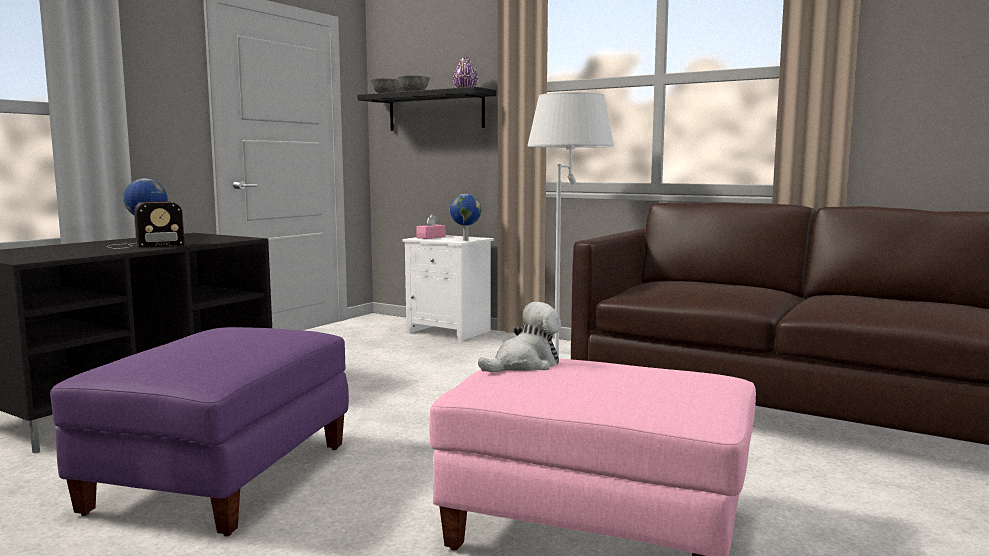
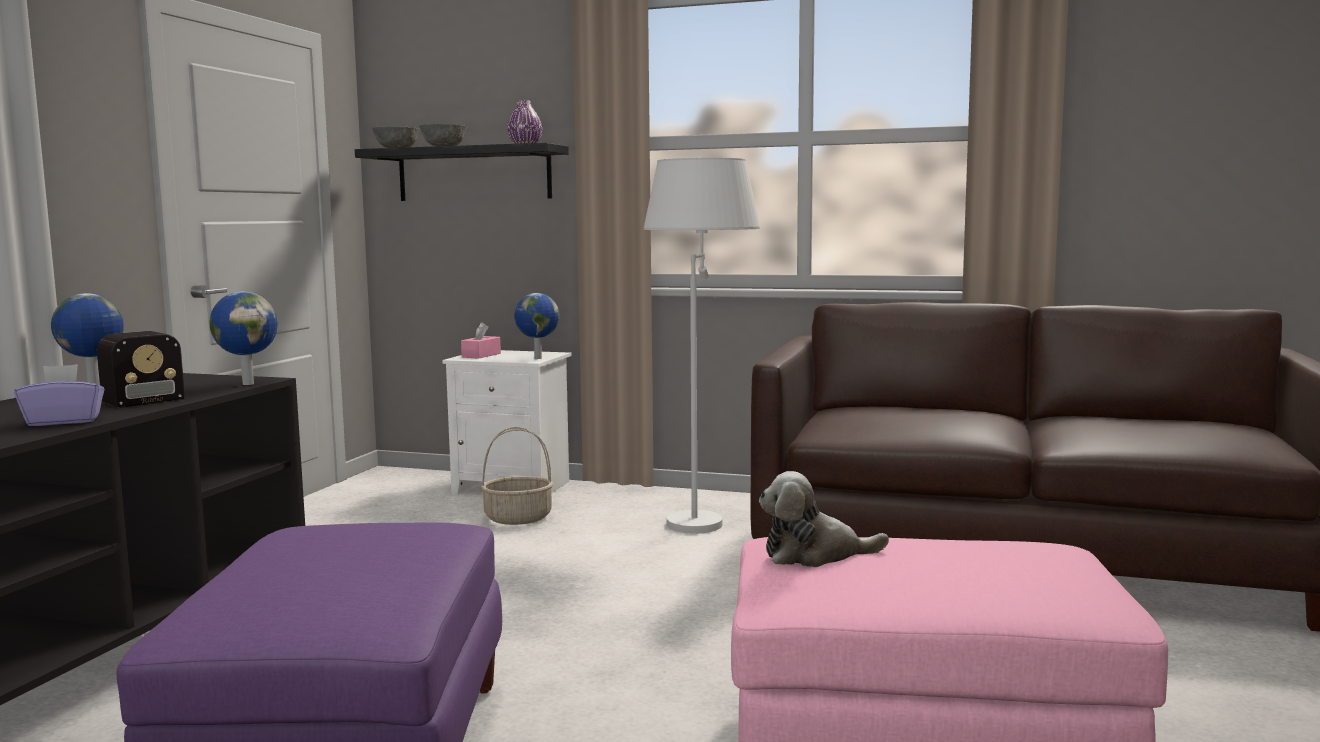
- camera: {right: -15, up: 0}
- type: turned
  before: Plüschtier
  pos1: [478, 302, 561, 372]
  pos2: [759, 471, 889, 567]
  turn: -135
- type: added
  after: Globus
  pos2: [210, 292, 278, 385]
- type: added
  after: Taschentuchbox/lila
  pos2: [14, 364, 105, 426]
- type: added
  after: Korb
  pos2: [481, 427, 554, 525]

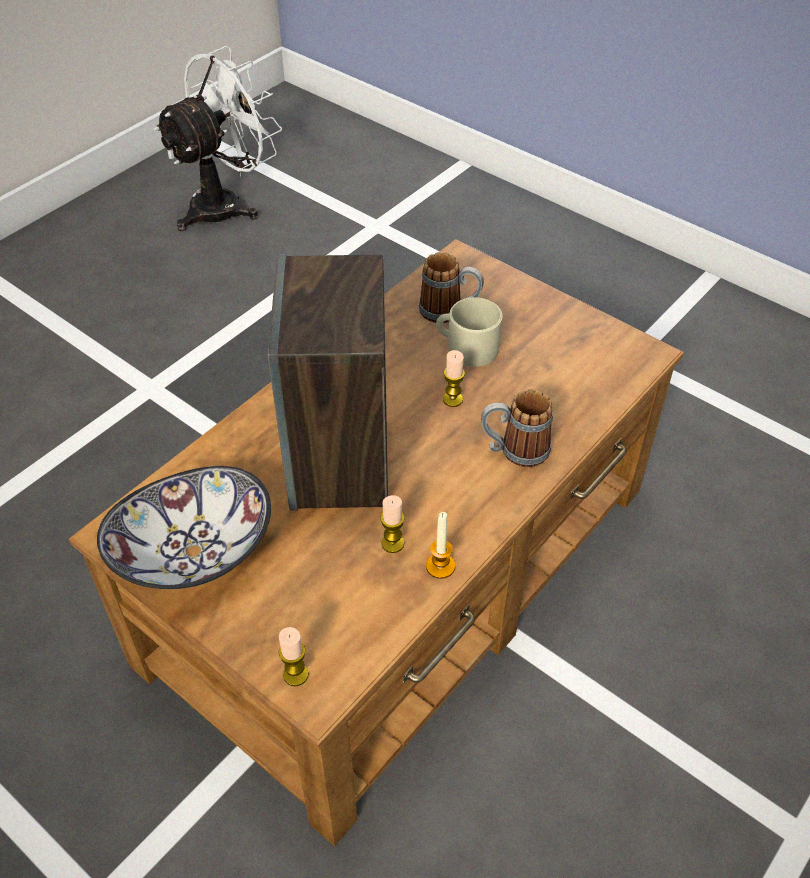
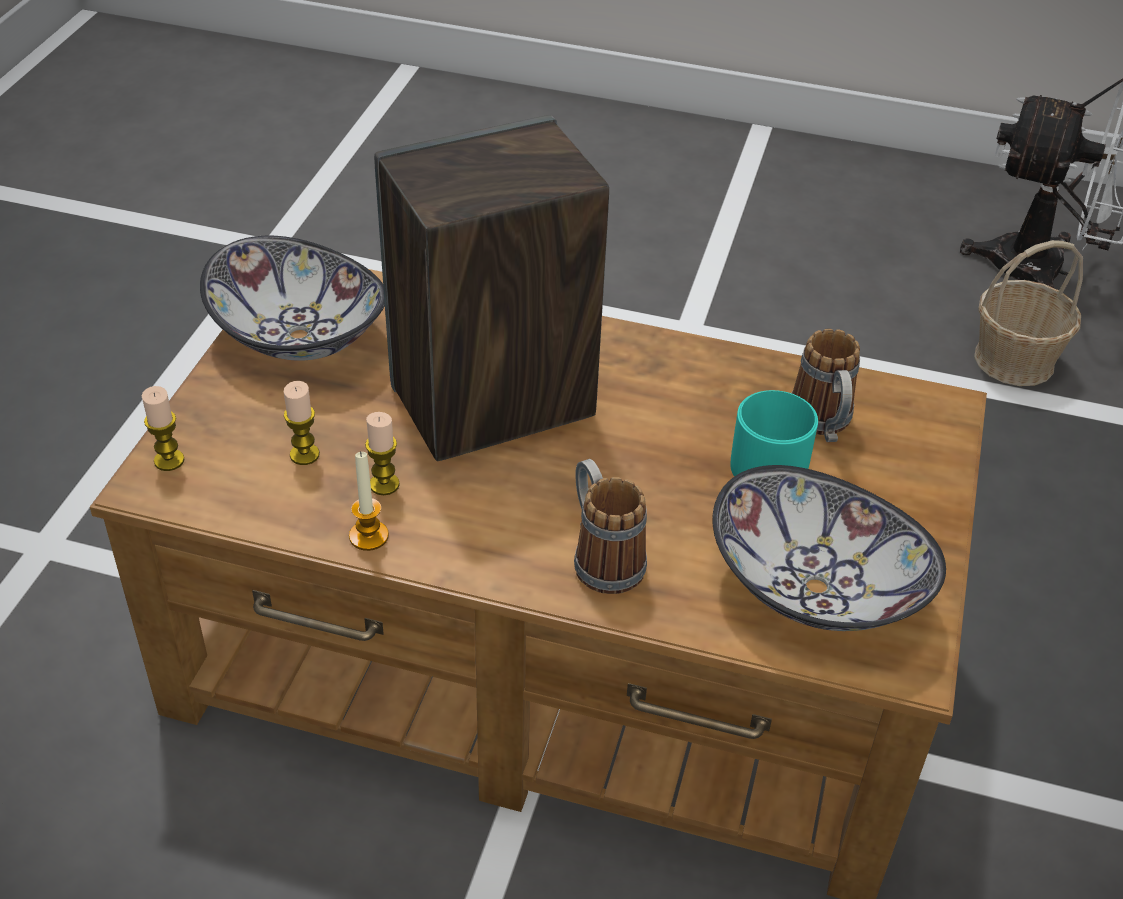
- camera: {right: 65, up: -5}
- type: recoloured
  before: Henkelbecher/beige
  after: Henkelbecher/türkis
  pos1: [436, 297, 502, 367]
  pos2: [731, 390, 818, 476]
- type: moved
  before: Kerze
  pos1: [443, 350, 465, 407]
  pos2: [284, 381, 320, 465]
- type: added
  after: Korb
  pos2: [974, 240, 1083, 386]
- type: added
  after: Schüssel
  pos2: [712, 465, 946, 631]

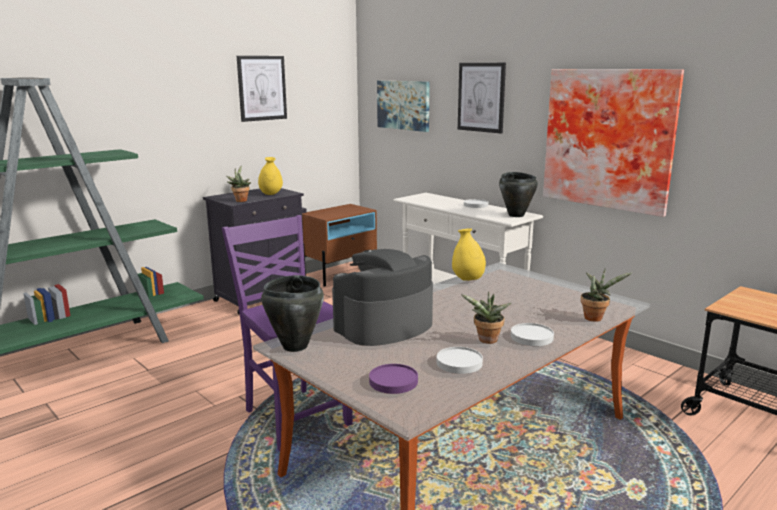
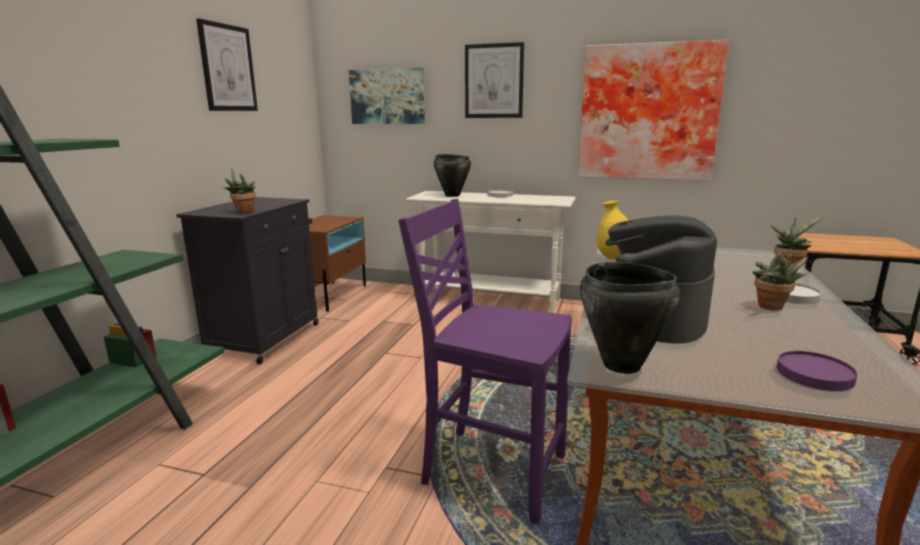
- camera: {right: -30, up: 0}
- type: removed
  before: Vase/gelb
  pos1: [258, 157, 283, 195]
- type: moved
  before: Kochtopf/schwarz
  pos1: [499, 172, 538, 217]
  pos2: [434, 154, 471, 197]
- type: removed
  before: Teller/weiß
  pos1: [437, 347, 483, 374]

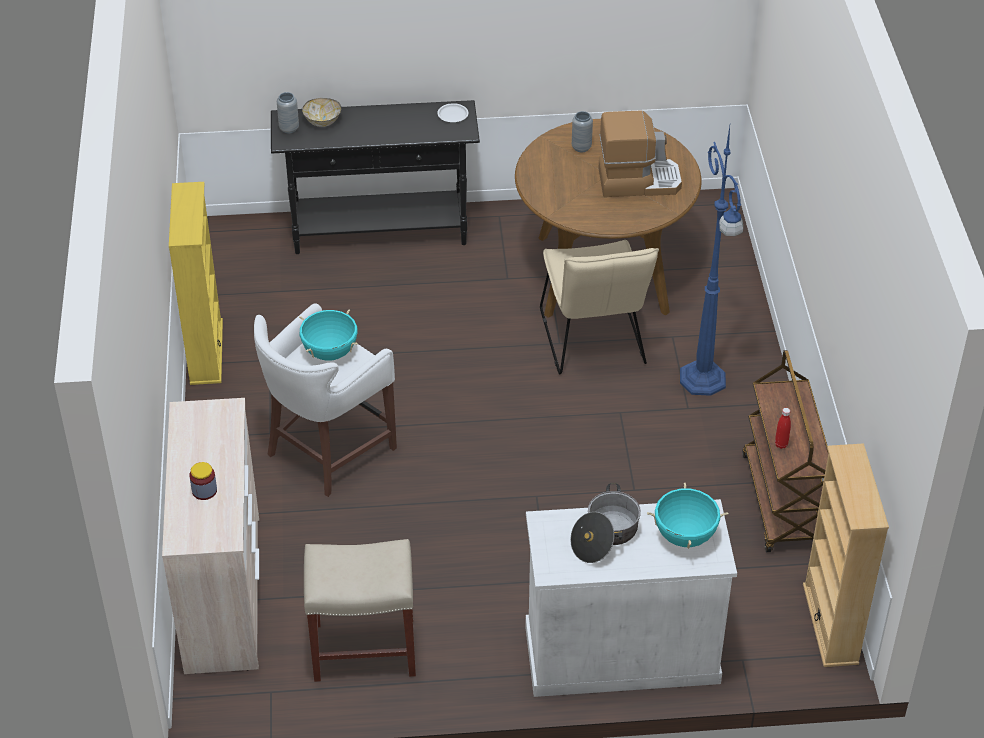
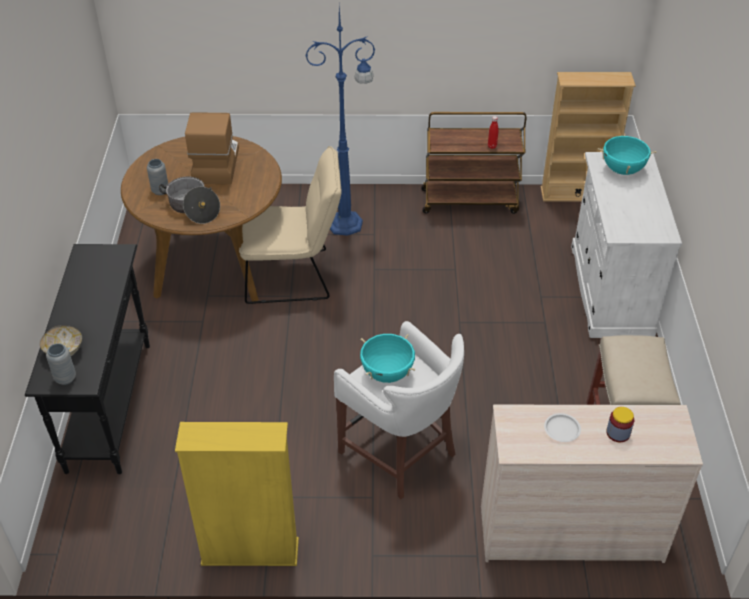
- camera: {right: -85, up: 0}
- type: moved
  before: Teller/weiß
  pos1: [437, 103, 468, 122]
  pos2: [544, 413, 581, 442]
- type: moved
  before: Kochtopf
  pos1: [570, 483, 641, 563]
  pos2: [159, 176, 220, 224]

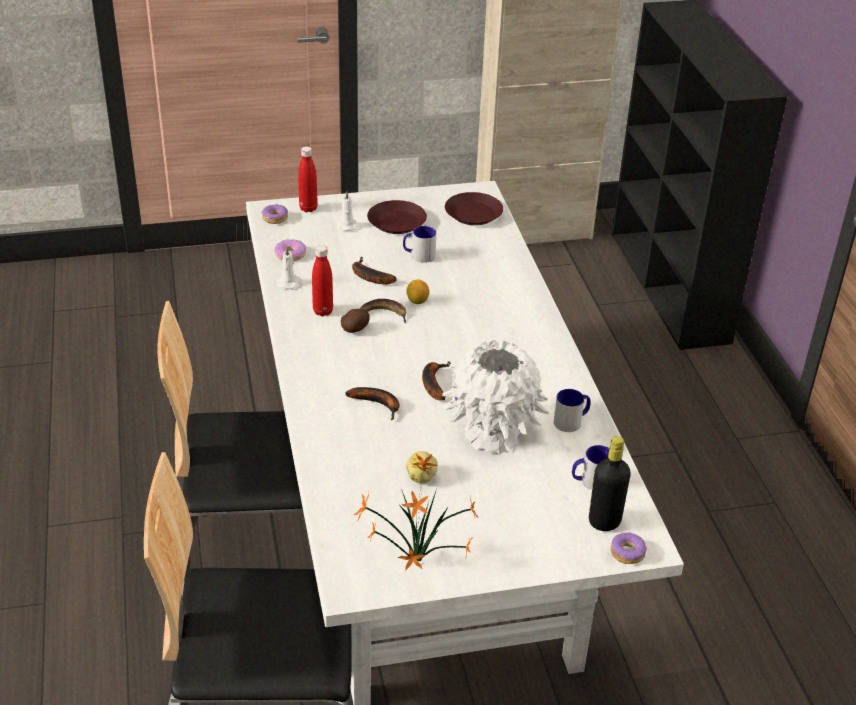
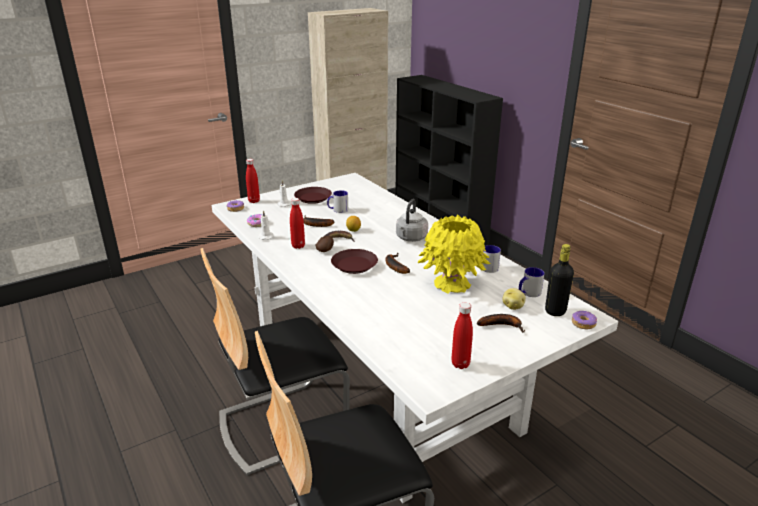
- camera: {right: -20, up: -10}
- type: moved
  before: Teller/braun
  pos1: [445, 192, 503, 225]
  pos2: [331, 249, 378, 274]
- type: recoloured
  before: Vase/weiß
  after: Vase/gelb
  pos1: [442, 340, 549, 455]
  pos2: [418, 215, 491, 294]
- type: moved
  before: Banane
  pos1: [345, 387, 400, 420]
  pos2: [477, 314, 525, 333]
- type: moved
  before: Kartoffel
  pos1: [406, 451, 438, 483]
  pos2: [503, 288, 526, 310]
- type: replaced
  before: Topfpflanze
  after: Flasche/rot
  pos1: [353, 453, 479, 571]
  pos2: [451, 303, 473, 369]
- type: added
  after: Wasserkessel/grau
  pos2: [396, 199, 428, 242]

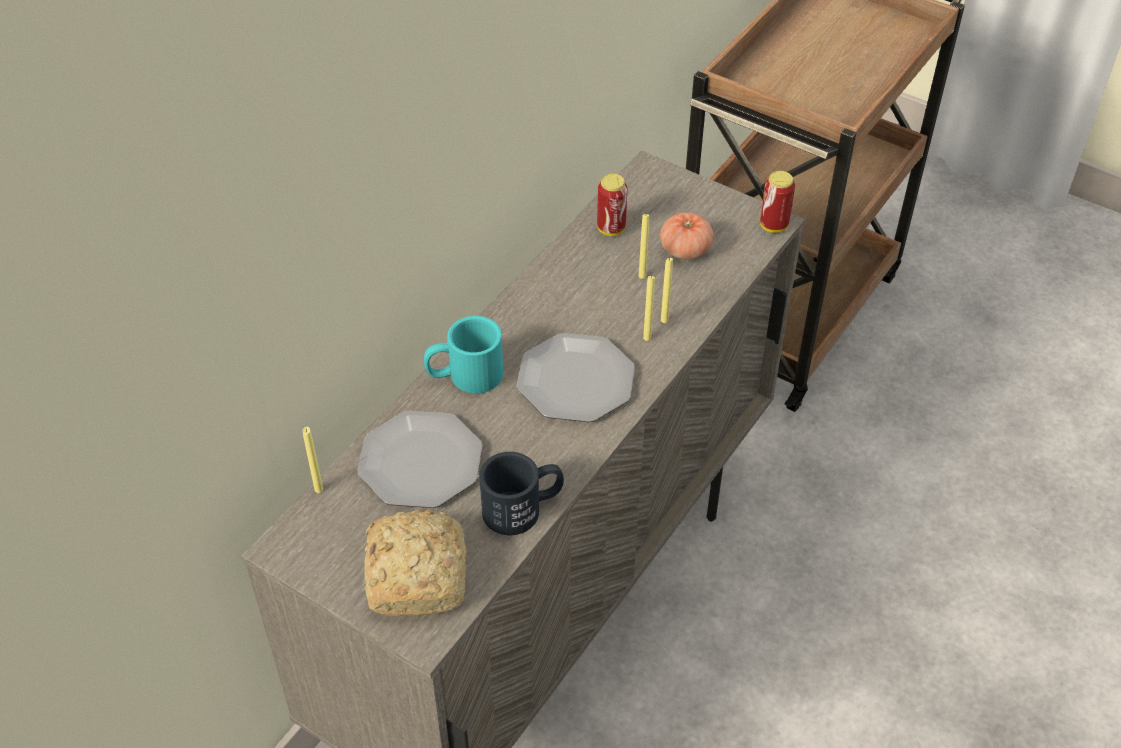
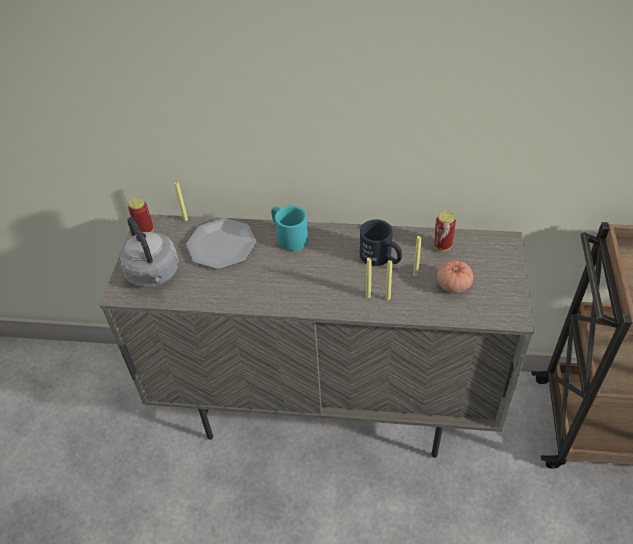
- camera: {right: 65, up: 0}
- type: moved
  before: Dose
  pos1: [760, 171, 795, 233]
  pos2: [128, 198, 154, 232]
- type: removed
  before: Teller
  pos1: [517, 333, 635, 422]
- type: moved
  before: Henkelbecher/schwarz
  pos1: [479, 452, 564, 535]
  pos2: [360, 219, 402, 266]
- type: replaced
  before: Brot
  after: Wasserkessel/grau
  pos1: [364, 509, 467, 616]
  pos2: [119, 217, 179, 288]

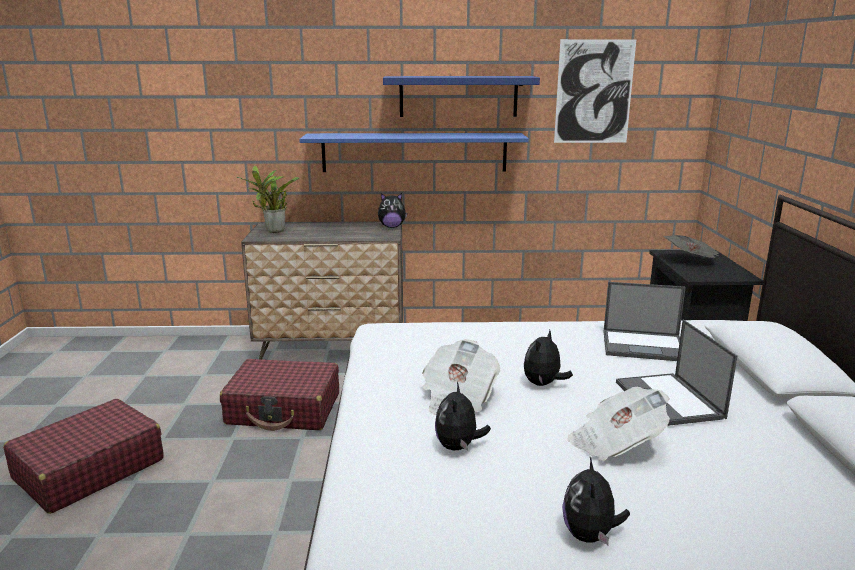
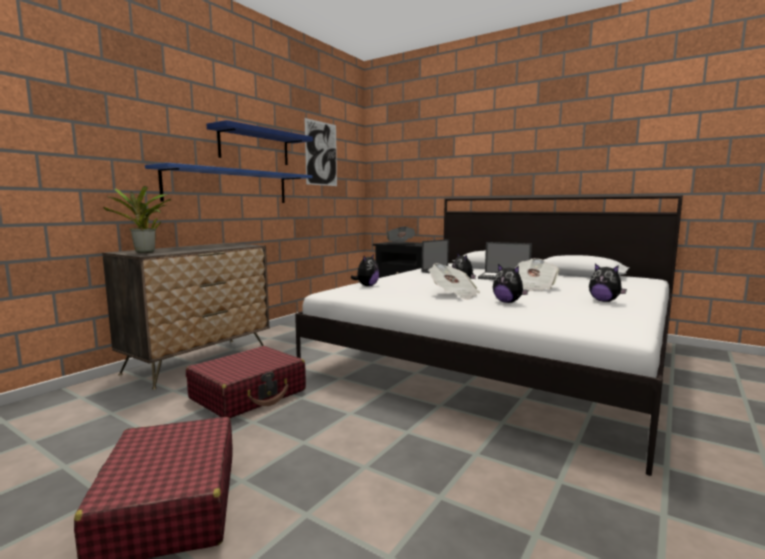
- camera: {right: -55, up: -10}
- type: moved
  before: Plüschtier
  pos1: [378, 193, 407, 228]
  pos2: [351, 254, 379, 286]

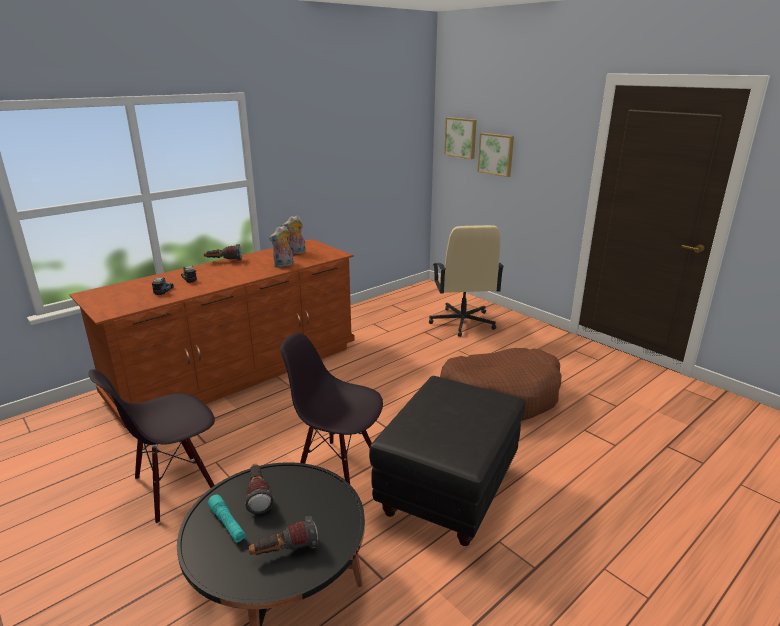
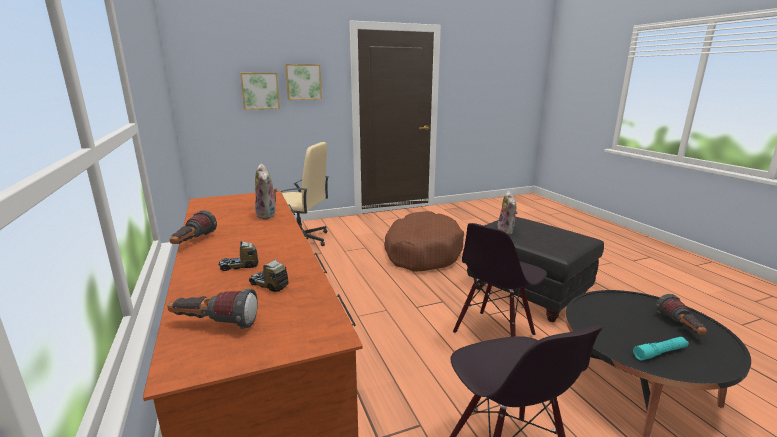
- camera: {right: -70, up: -5}
- type: moved
  before: Bild
  pos1: [444, 117, 477, 159]
  pos2: [285, 64, 322, 100]
- type: moved
  before: Plüschtier
  pos1: [282, 216, 306, 255]
  pos2: [497, 191, 518, 234]
- type: moved
  before: Taschenlampe
  pos1: [245, 464, 274, 514]
  pos2: [168, 288, 258, 329]

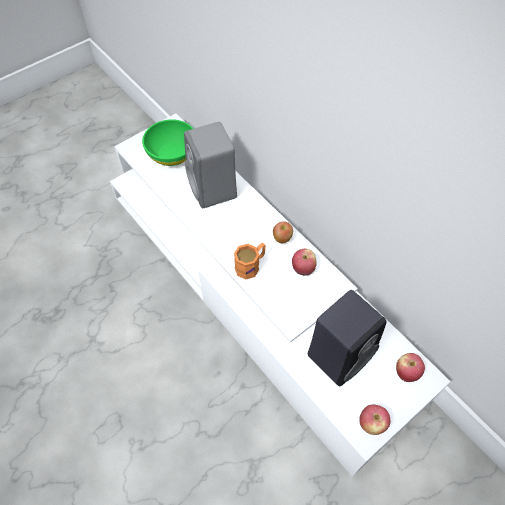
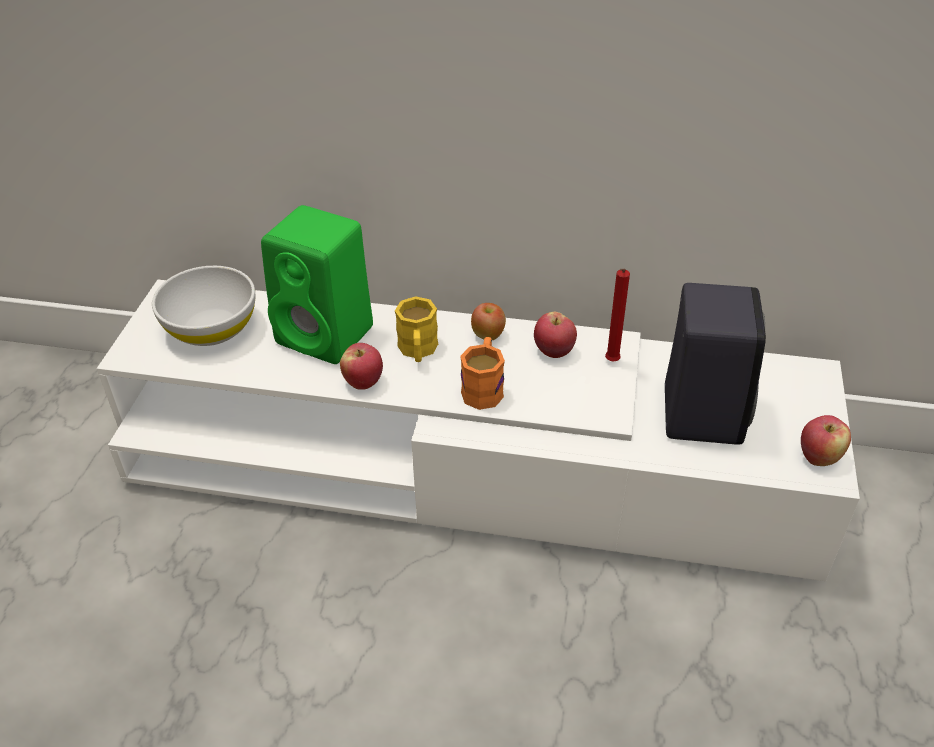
- camera: {right: -40, up: -15}
- type: recoloured
  before: Schüssel/grün
  after: Schüssel/weiß
  pos1: [142, 119, 193, 166]
  pos2: [152, 266, 255, 346]
- type: recoloured
  before: Lautsprecher/grau
  after: Lautsprecher/grün
  pos1: [184, 122, 237, 208]
  pos2: [261, 205, 373, 364]
- type: moved
  before: Apfel
  pos1: [396, 353, 425, 382]
  pos2: [340, 343, 383, 390]
- type: added
  after: Kerze/rot
  pos2: [605, 269, 630, 361]
- type: added
  after: Henkelbecher/gelb
  pos2: [395, 296, 438, 362]

